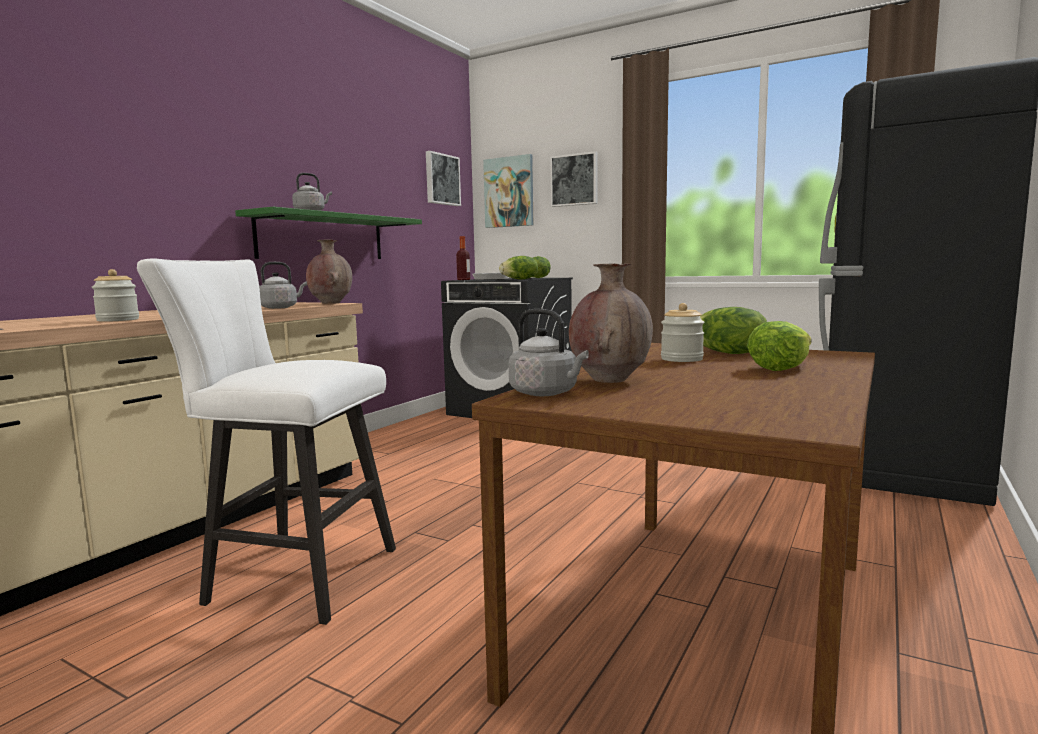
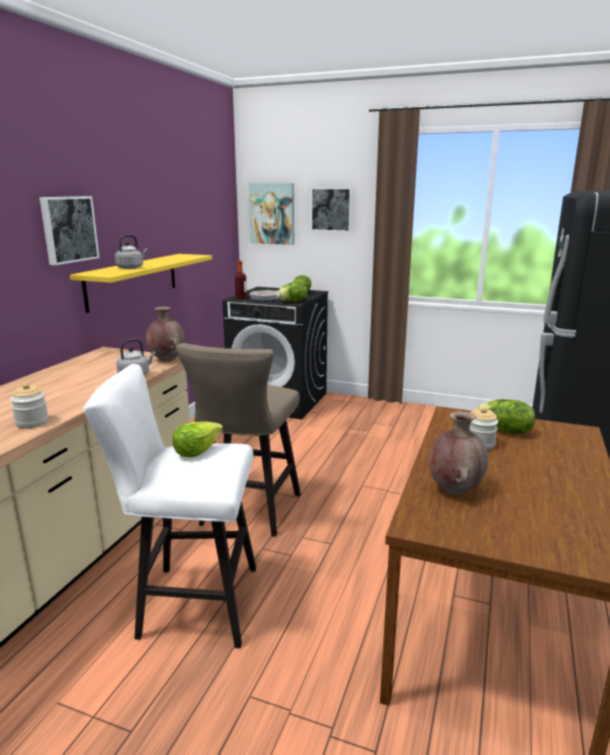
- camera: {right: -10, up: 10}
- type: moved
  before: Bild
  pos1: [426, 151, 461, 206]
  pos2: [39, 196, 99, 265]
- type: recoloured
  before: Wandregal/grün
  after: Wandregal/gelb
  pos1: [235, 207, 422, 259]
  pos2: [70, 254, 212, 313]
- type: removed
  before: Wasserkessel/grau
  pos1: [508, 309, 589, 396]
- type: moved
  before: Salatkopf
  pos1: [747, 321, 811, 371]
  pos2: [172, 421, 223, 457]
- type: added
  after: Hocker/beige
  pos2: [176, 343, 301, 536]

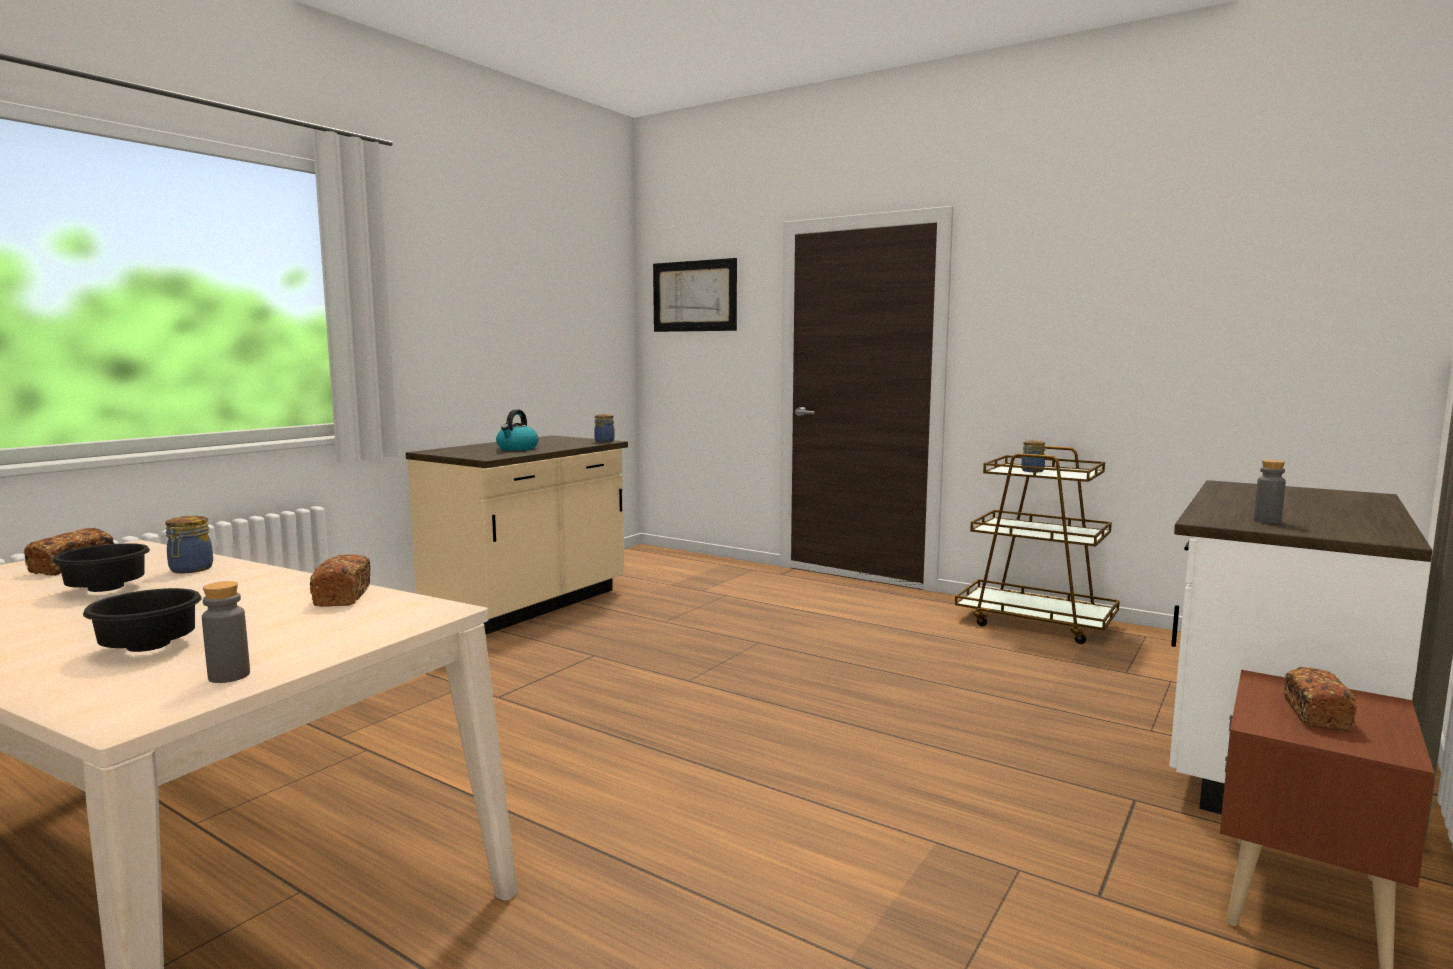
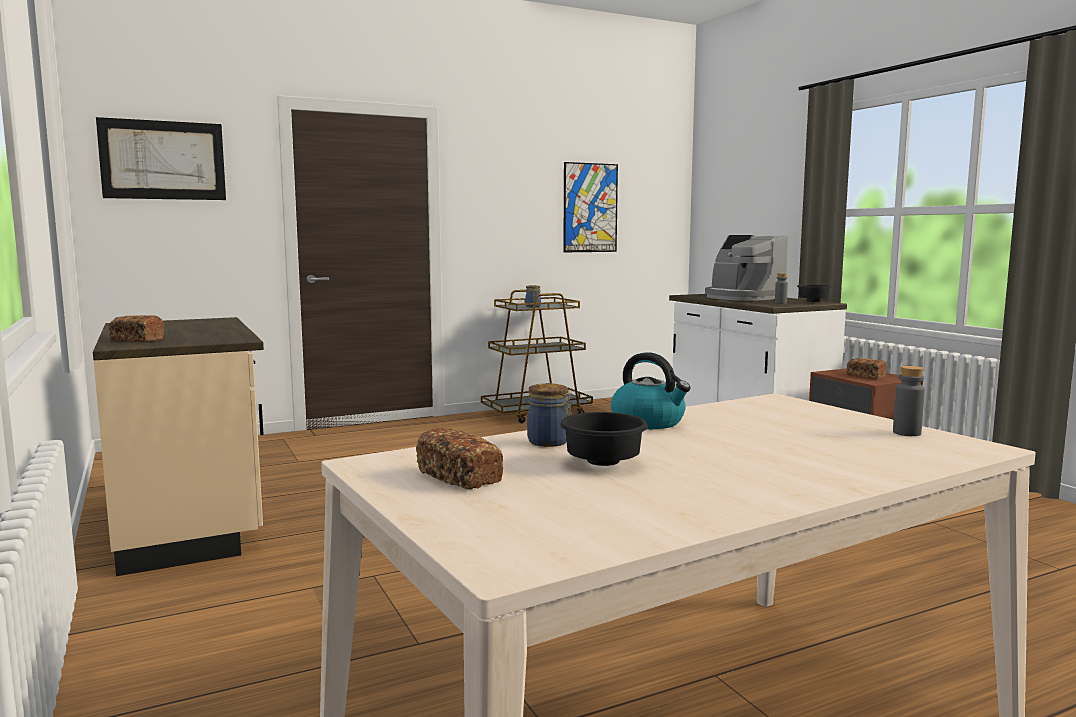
- camera: {right: -60, up: 0}
- type: moved
  before: Wasserkessel
  pos1: [496, 410, 539, 451]
  pos2: [611, 352, 690, 429]
- type: removed
  before: Vorratsglas
  pos1: [594, 414, 615, 443]
- type: moved
  before: Brot
  pos1: [310, 554, 371, 607]
  pos2: [108, 315, 164, 342]
- type: moved
  before: Schüssel/schwarz
  pos1: [83, 588, 202, 652]
  pos2: [797, 285, 832, 302]
- type: added
  after: Bild
  pos2: [563, 162, 618, 252]
- type: added
  after: Kaffeemaschine
  pos2: [705, 235, 788, 301]

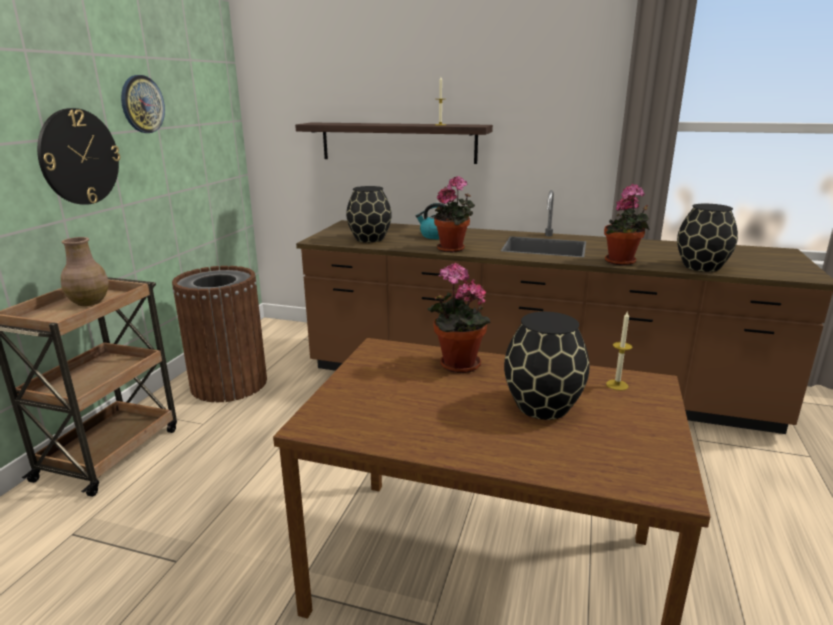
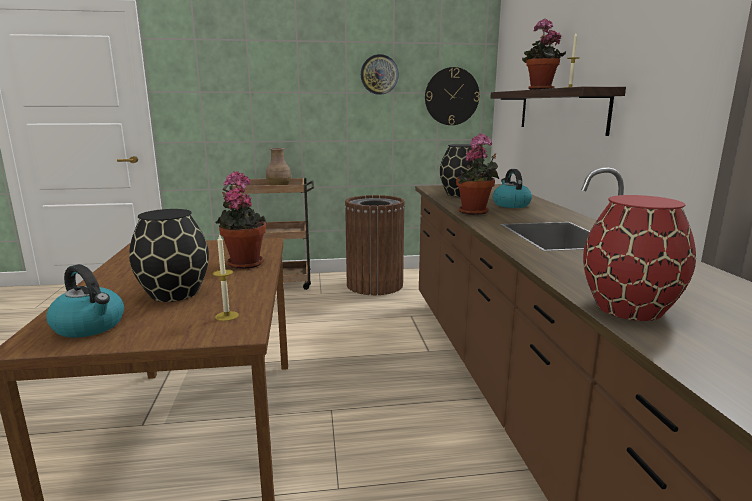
- camera: {right: 65, up: -5}
- type: moved
  before: Wanduhr
  pos1: [37, 108, 120, 205]
  pos2: [425, 67, 480, 125]
- type: moved
  before: Topfpflanze
  pos1: [604, 184, 650, 266]
  pos2: [522, 19, 566, 90]
- type: recoloured
  before: Vase/schwarz
  after: Vase/rot
  pos1: [677, 204, 738, 272]
  pos2: [583, 195, 696, 321]
- type: added
  after: Wasserkessel
  pos2: [47, 264, 124, 338]

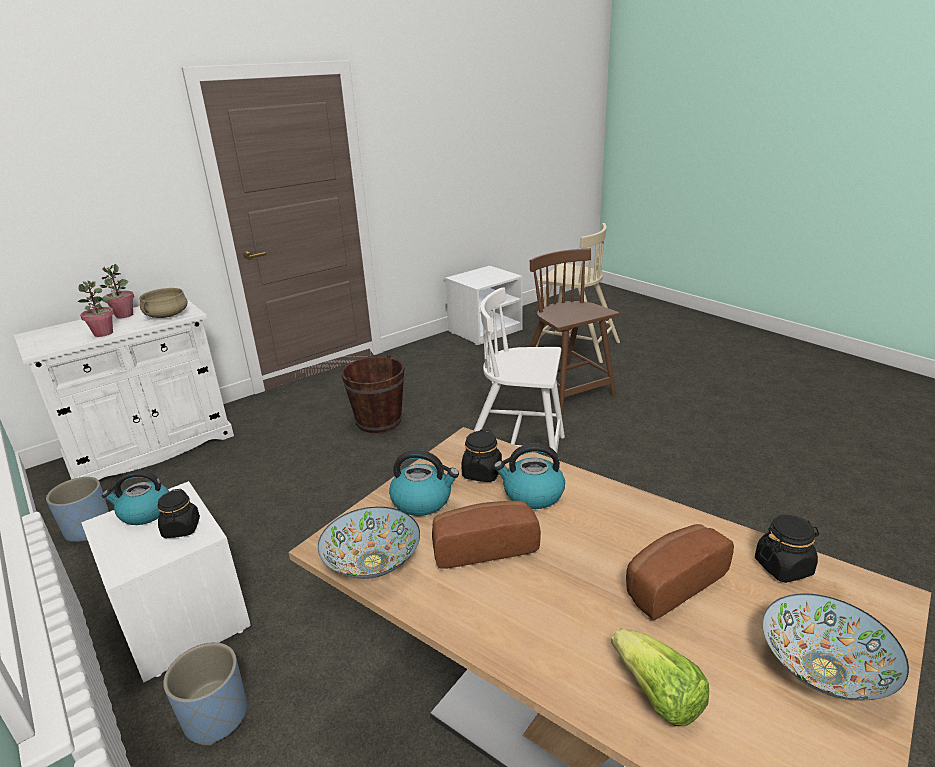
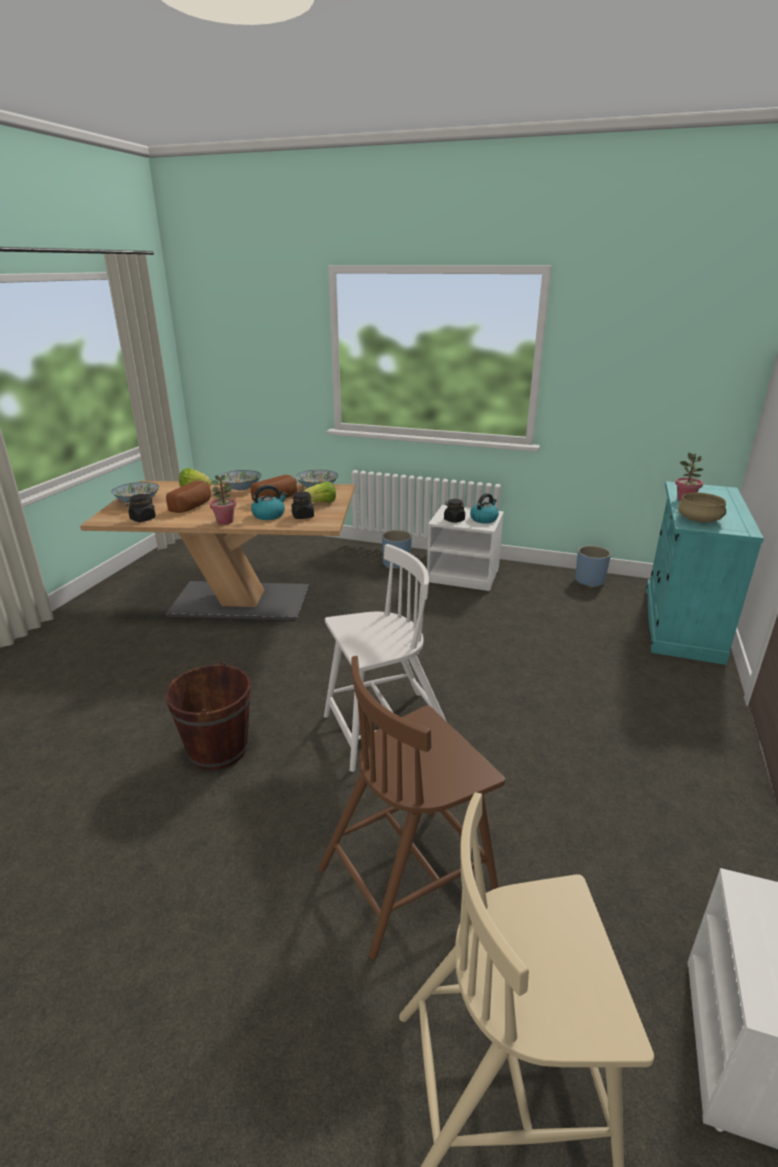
- camera: {right: 145, up: 0}
- type: turned
  before: Stuhl/braun
  pos1: [530, 248, 619, 414]
  pos2: [319, 656, 505, 959]
  turn: 120
- type: moved
  before: Topfpflanze
  pos1: [99, 264, 134, 318]
  pos2: [210, 475, 236, 525]
- type: recoloured
  before: Schrank/weiß
  after: Schrank/türkis
  pos1: [14, 299, 234, 480]
  pos2: [646, 481, 764, 665]
- type: moved
  before: Eimer/braun
  pos1: [341, 355, 404, 433]
  pos2: [165, 662, 251, 770]
- type: replaced
  before: Wasserkessel
  after: Salatkopf
  pos1: [389, 450, 459, 516]
  pos2: [304, 481, 336, 503]
- type: added
  after: Schüssel
  pos2: [219, 470, 261, 490]

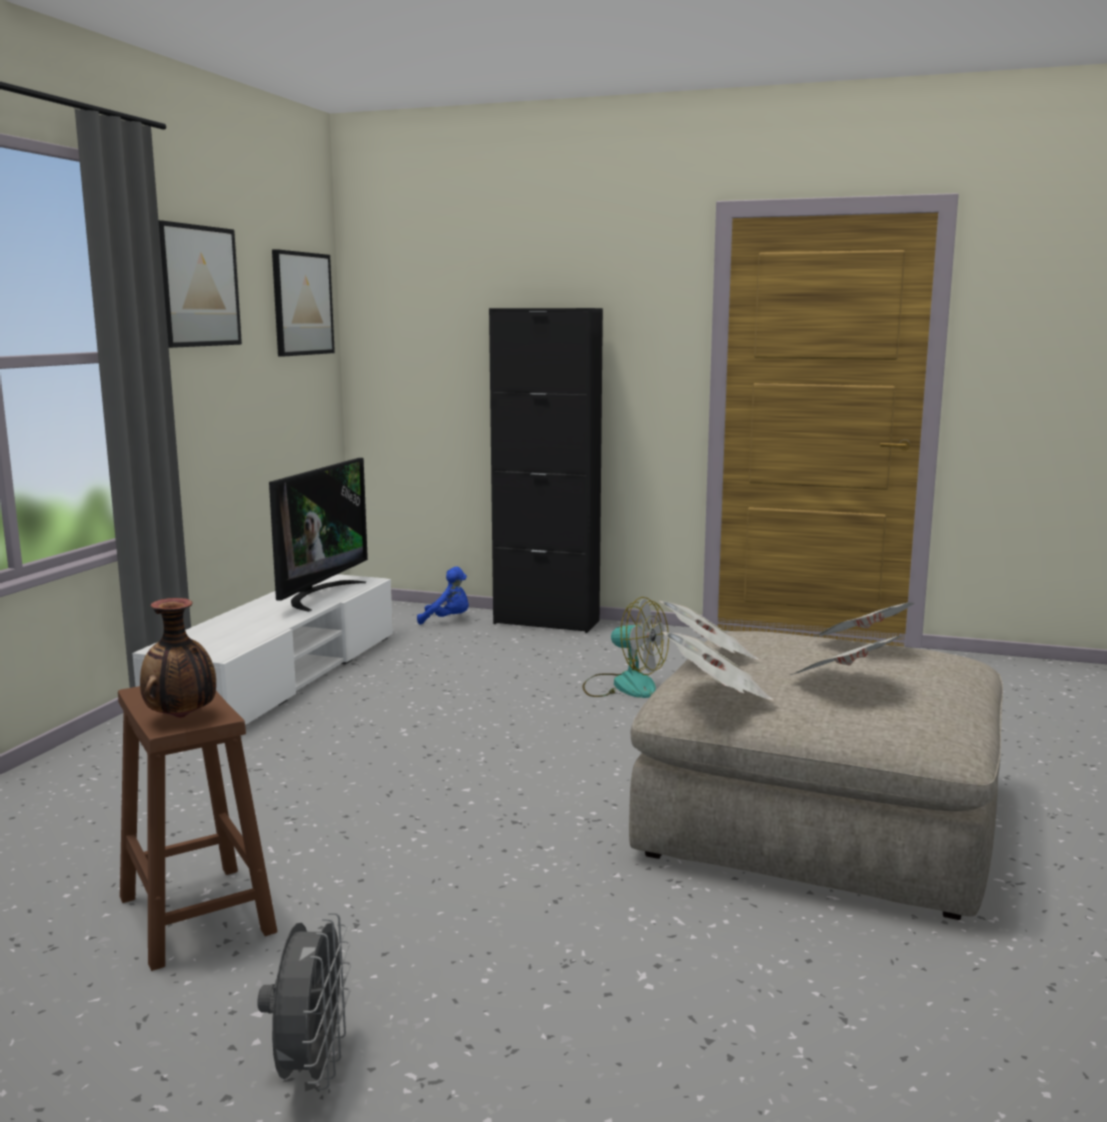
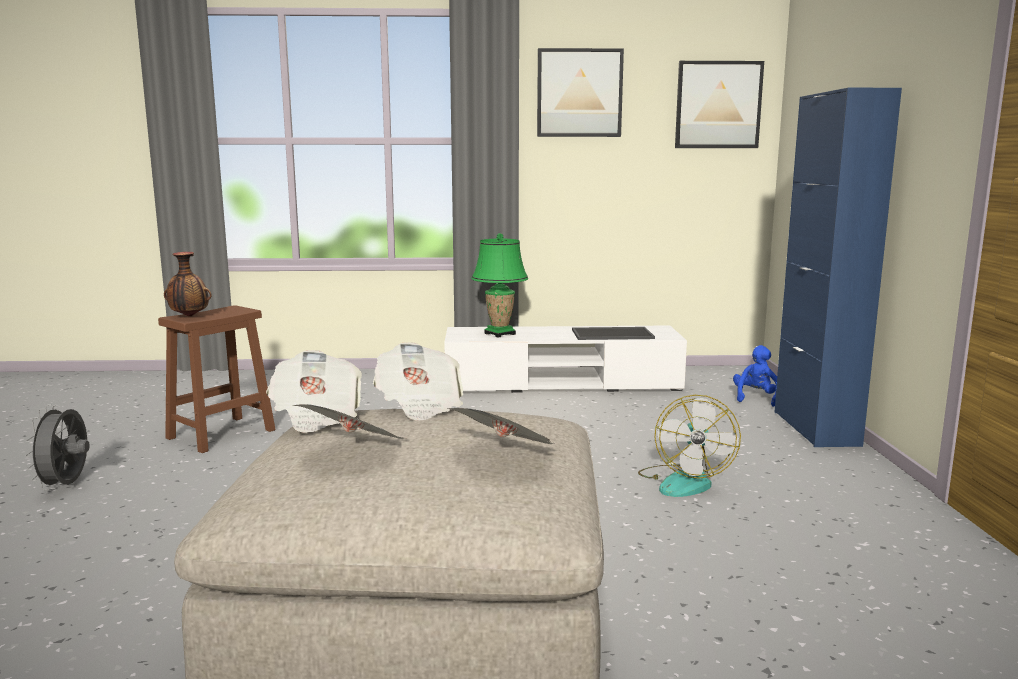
- camera: {right: 70, up: 0}
- type: recoloured
  before: Schrank/schwarz
  after: Schrank/blau
  pos1: [489, 308, 603, 633]
  pos2: [774, 88, 902, 447]
- type: replaced
  before: Fernseher
  after: Tablett
  pos1: [269, 458, 368, 612]
  pos2: [572, 327, 655, 340]
- type: turned
  before: Plüschtier/blau
  pos1: [417, 567, 469, 624]
  pos2: [733, 345, 777, 407]
  turn: -150
- type: turned
  before: Ventilator/grau
  pos1: [257, 912, 351, 1090]
  pos2: [25, 405, 90, 491]
  turn: 105
- type: added
  after: Tischlampe/grün
  pos2: [471, 233, 528, 338]

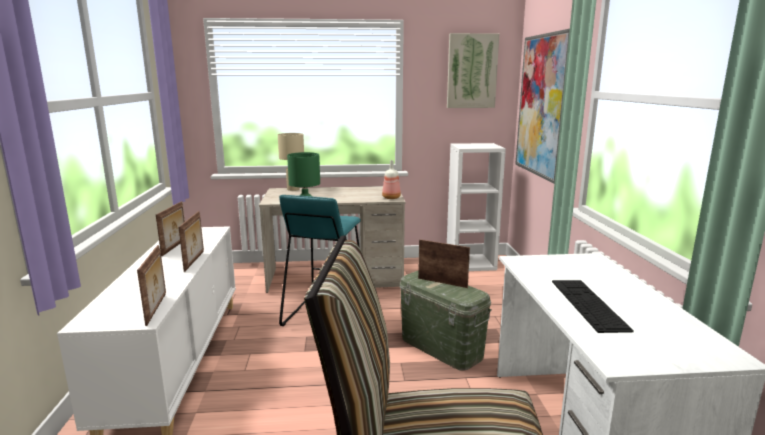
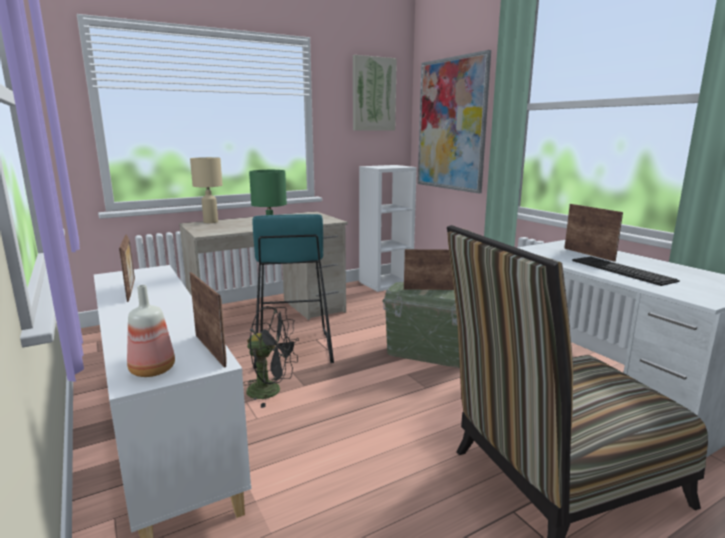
- camera: {right: -25, up: 0}
- type: moved
  before: Flasche
  pos1: [382, 160, 401, 199]
  pos2: [127, 285, 175, 377]
- type: moved
  before: Bilderrahmen
  pos1: [178, 211, 204, 272]
  pos2: [564, 204, 623, 262]
- type: added
  after: Ventilator/schwarz
  pos2: [243, 306, 299, 408]

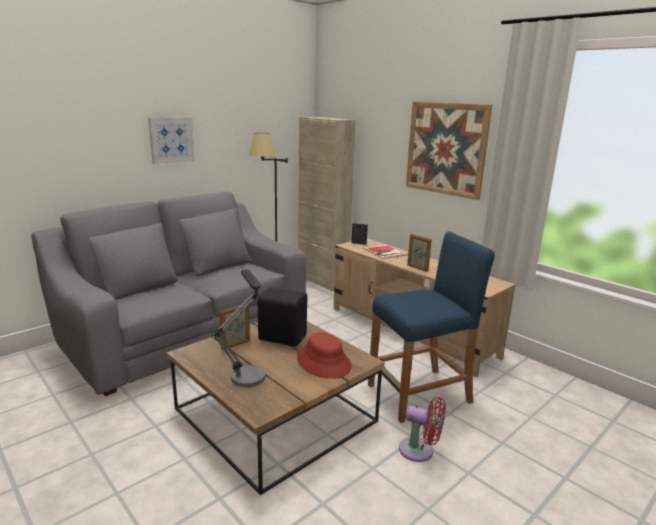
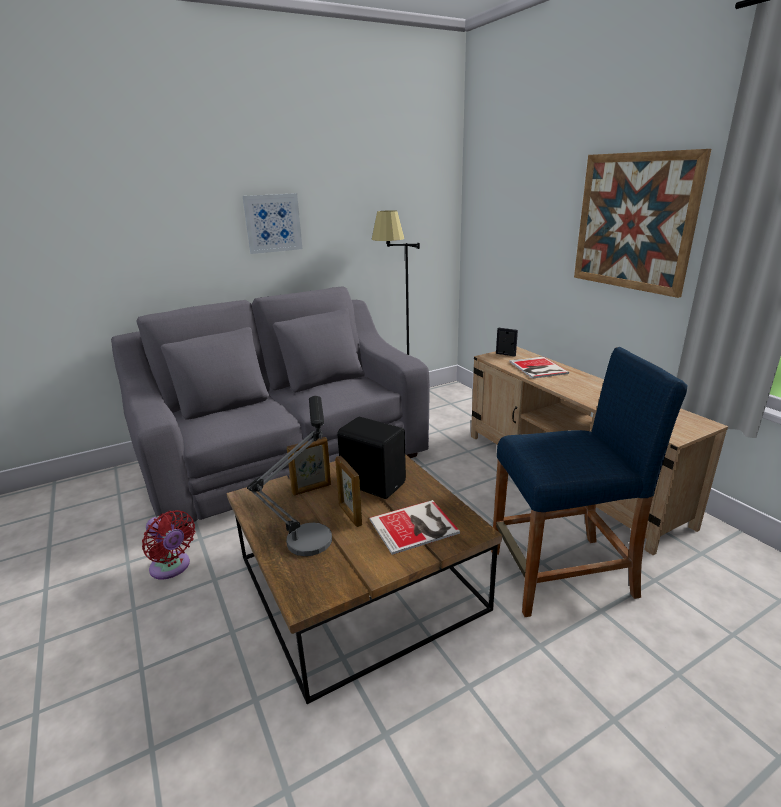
- camera: {right: 15, up: 5}
- type: removed
  before: Schrank/beige
  pos1: [298, 117, 356, 291]
- type: moved
  before: Bilderrahmen
  pos1: [407, 234, 432, 272]
  pos2: [335, 456, 362, 527]
- type: replaced
  before: Hut/rot
  after: Buch
  pos1: [297, 332, 352, 379]
  pos2: [369, 500, 460, 555]
- type: moved
  before: Ventilator/rot
  pos1: [399, 397, 446, 462]
  pos2: [142, 510, 195, 580]

